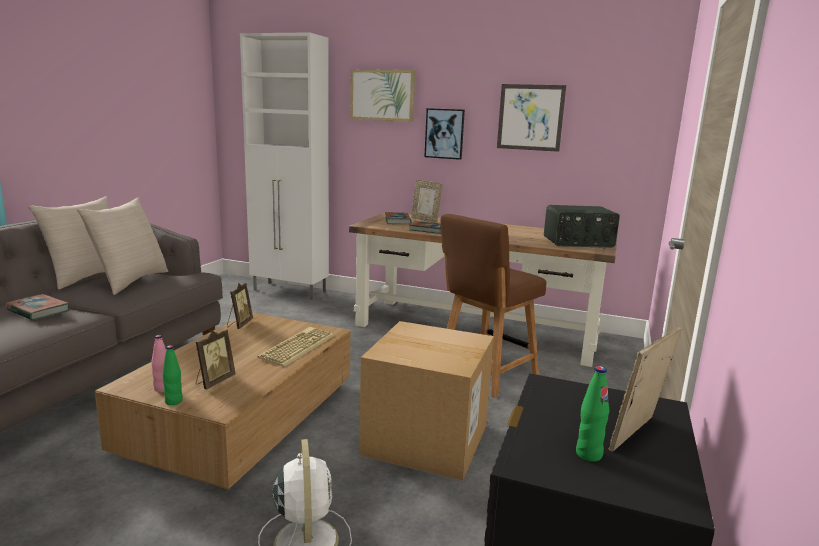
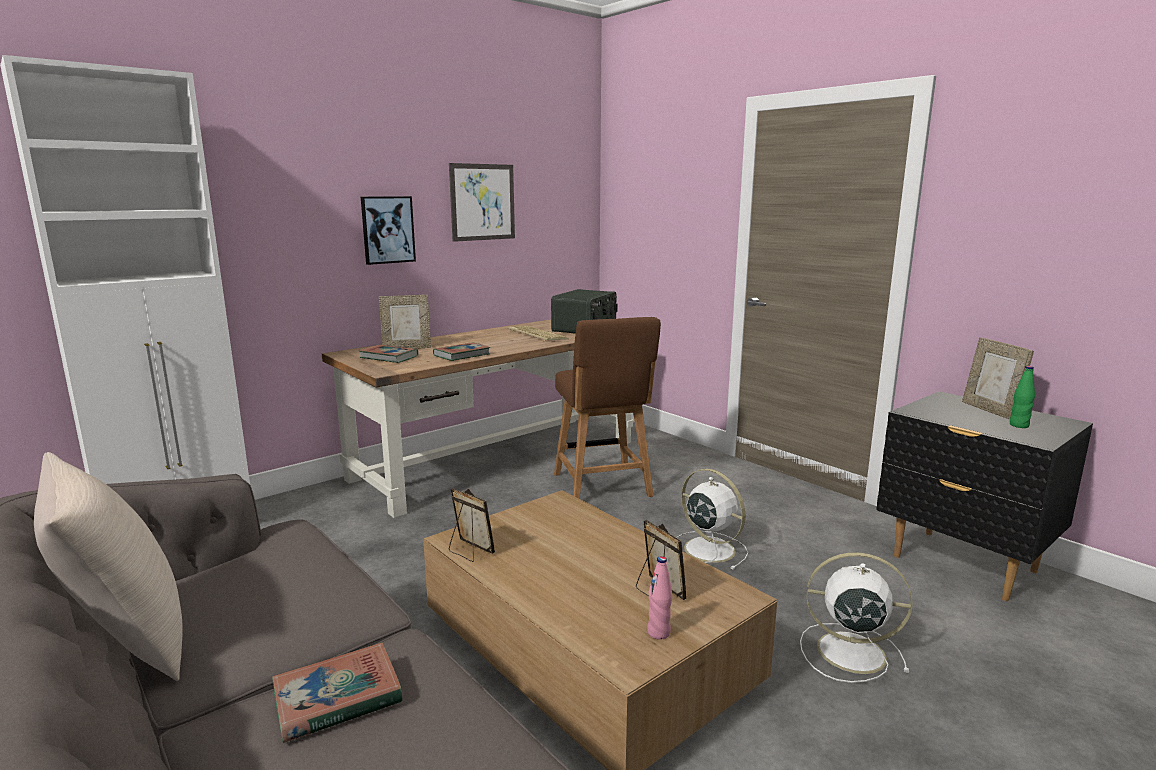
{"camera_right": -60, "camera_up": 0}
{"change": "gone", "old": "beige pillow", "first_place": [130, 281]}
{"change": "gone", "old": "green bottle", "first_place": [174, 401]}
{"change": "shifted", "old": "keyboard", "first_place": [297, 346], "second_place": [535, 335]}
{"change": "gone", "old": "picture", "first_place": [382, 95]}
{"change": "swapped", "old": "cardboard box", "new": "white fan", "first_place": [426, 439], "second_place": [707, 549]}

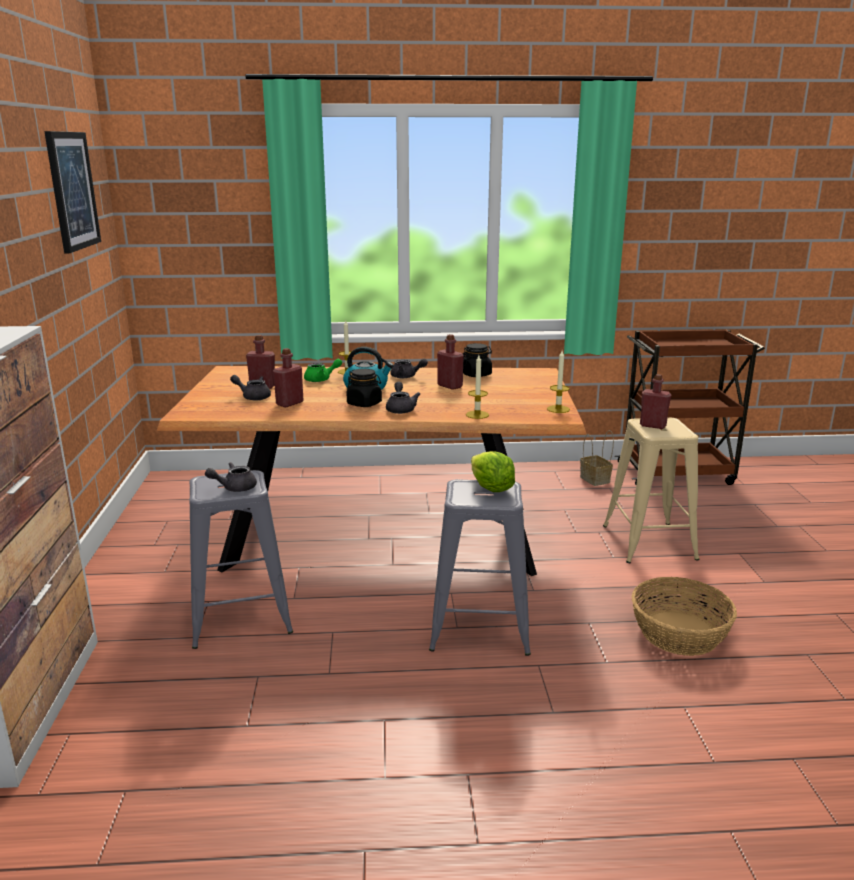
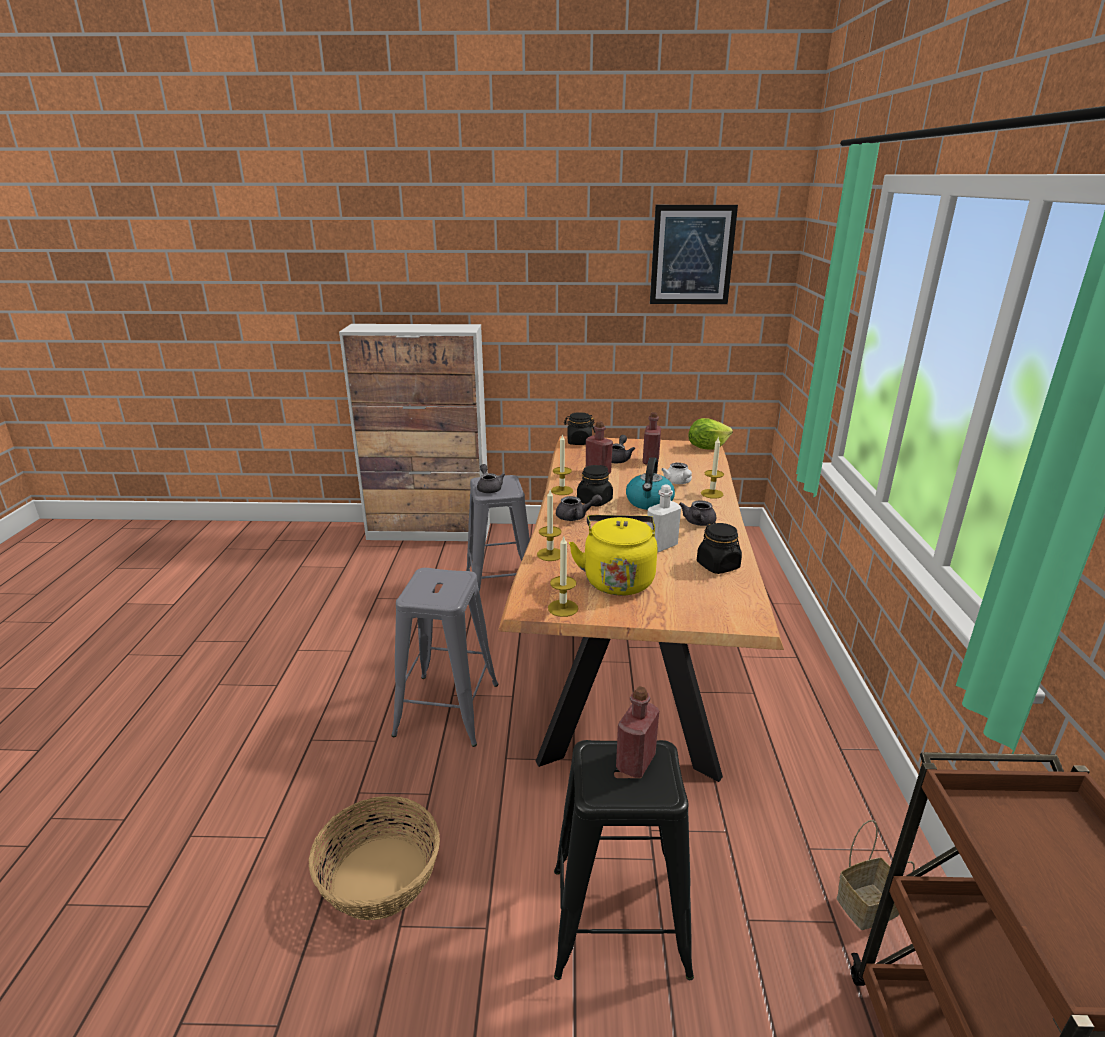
{"camera_right": 95, "camera_up": 5}
{"change": "repainted", "old": "green teapot", "new": "white teapot", "first_place": [321, 379], "second_place": [678, 482]}
{"change": "repainted", "old": "red bottle", "new": "white bottle", "first_place": [450, 386], "second_place": [661, 546]}
{"change": "shifted", "old": "lettuce", "first_place": [491, 489], "second_place": [707, 447]}
{"change": "repainted", "old": "beige stool", "new": "black stool", "first_place": [648, 542], "second_place": [620, 921]}
{"change": "new", "new": "candle", "second_place": [562, 490]}
{"change": "new", "new": "black jar", "second_place": [579, 442]}
{"change": "new", "new": "yellow kettle", "second_place": [617, 579]}

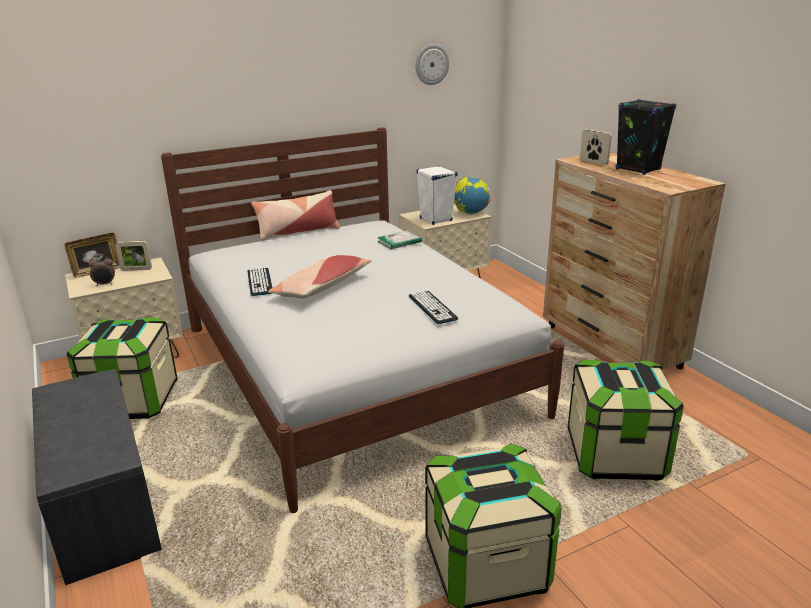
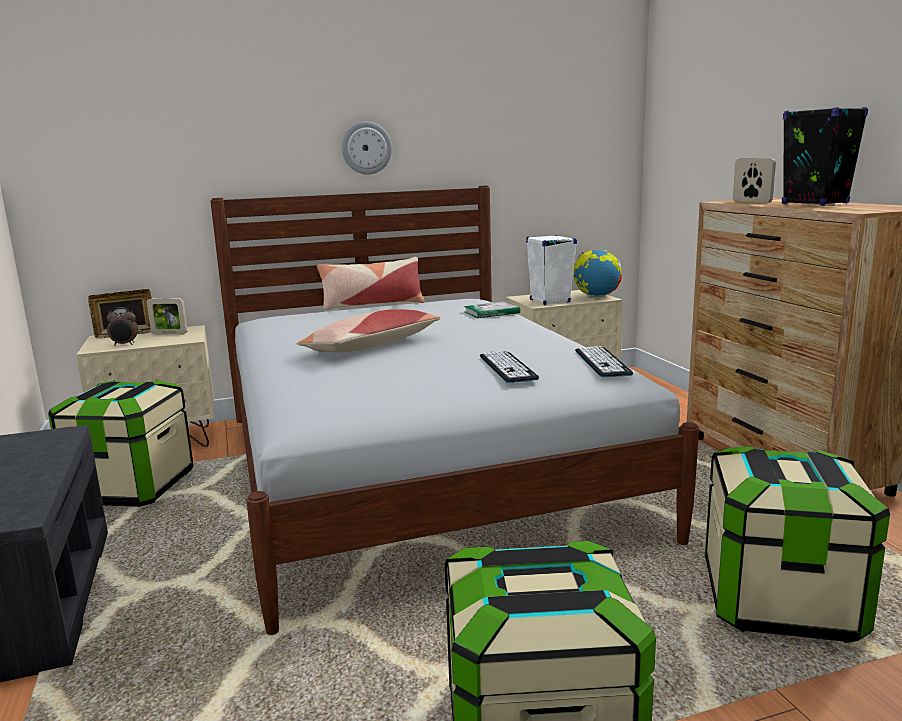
{"camera_right": 10, "camera_up": -10}
{"change": "shifted", "old": "keyboard", "first_place": [260, 282], "second_place": [602, 362]}
{"change": "shifted", "old": "wall clock", "first_place": [431, 64], "second_place": [366, 148]}

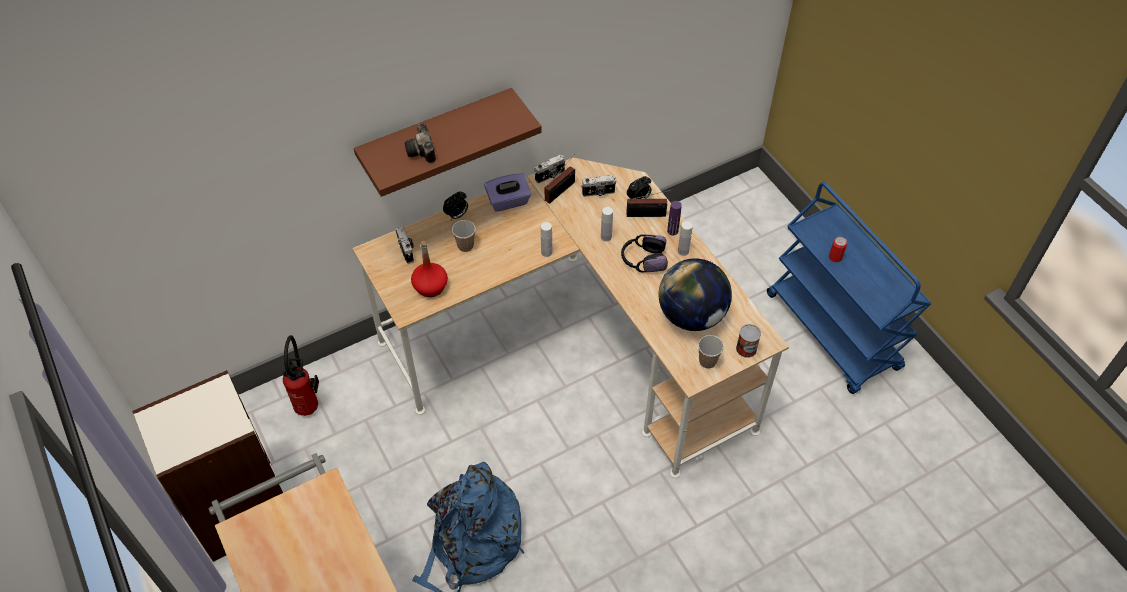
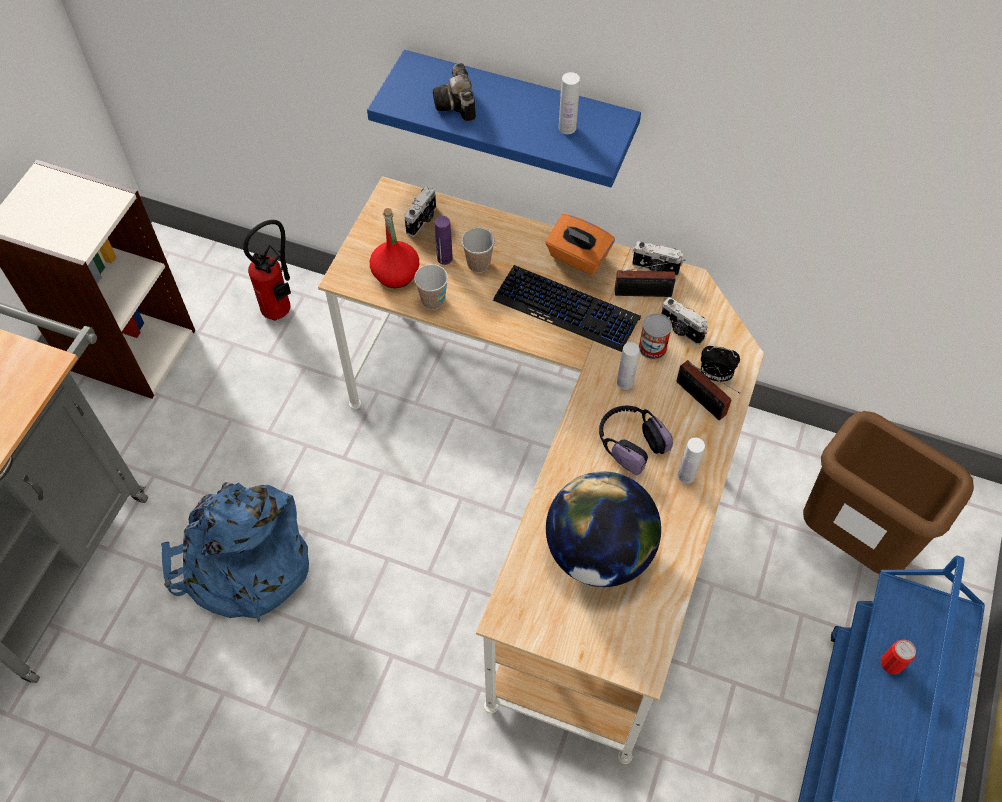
{"camera_right": 50, "camera_up": 5}
{"change": "repainted", "old": "brown shelf", "new": "blue shelf", "first_place": [437, 137], "second_place": [519, 110]}
{"change": "rotated", "old": "photo camera", "first_place": [422, 152], "second_place": [457, 105], "degrees": -45}
{"change": "gone", "old": "alarm clock", "first_place": [457, 215]}
{"change": "repainted", "old": "purple tissue box", "new": "orange tissue box", "first_place": [508, 201], "second_place": [577, 257]}
{"change": "shifted", "old": "white bottle", "first_place": [546, 252], "second_place": [567, 128]}
{"change": "shifted", "old": "purple bottle", "first_place": [672, 231], "second_place": [444, 258]}
{"change": "shifted", "old": "cup", "first_place": [707, 361], "second_place": [433, 301]}
{"change": "shifted", "old": "can", "first_place": [746, 349], "second_place": [652, 347]}
{"change": "new", "new": "keyboard", "second_place": [566, 309]}
{"change": "new", "new": "brown trash can", "second_place": [851, 542]}

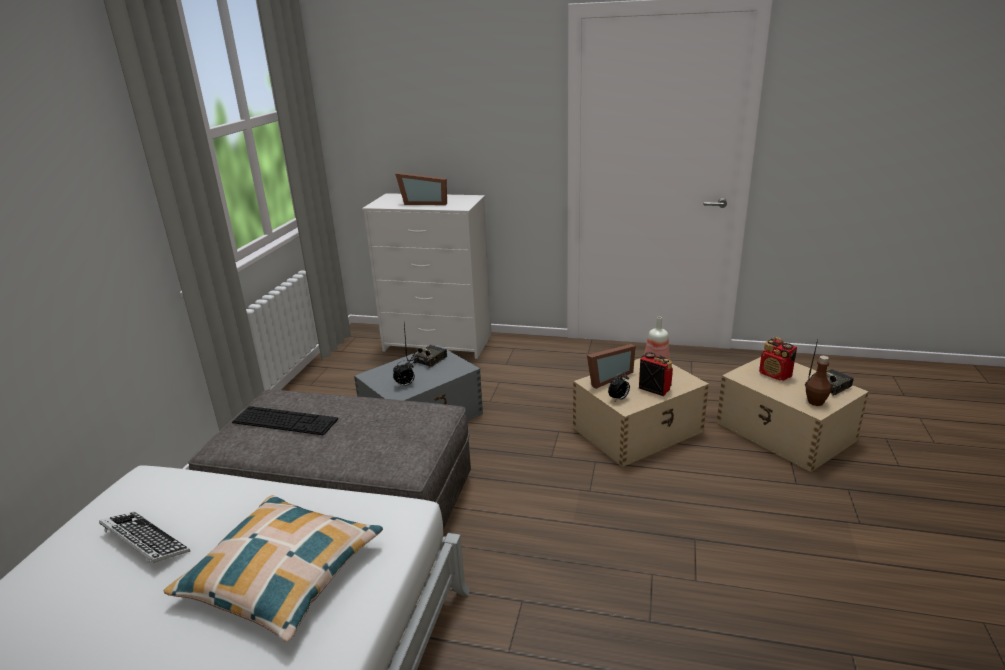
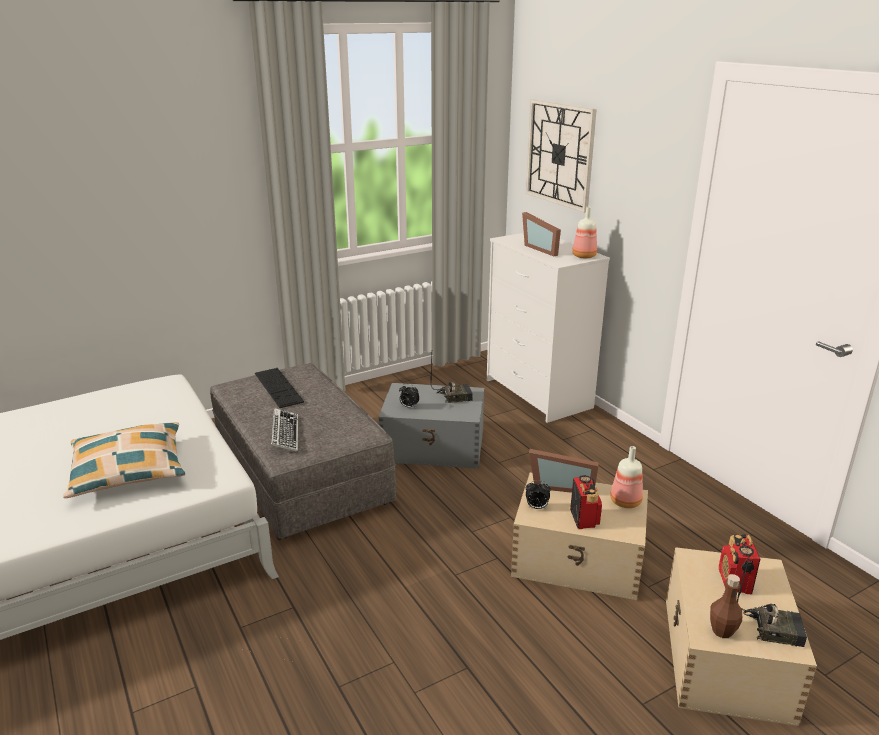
{"camera_right": 45, "camera_up": 0}
{"change": "shifted", "old": "keyboard", "first_place": [145, 542], "second_place": [285, 434]}
{"change": "new", "new": "wall clock", "second_place": [560, 154]}
{"change": "new", "new": "bottle", "second_place": [583, 256]}

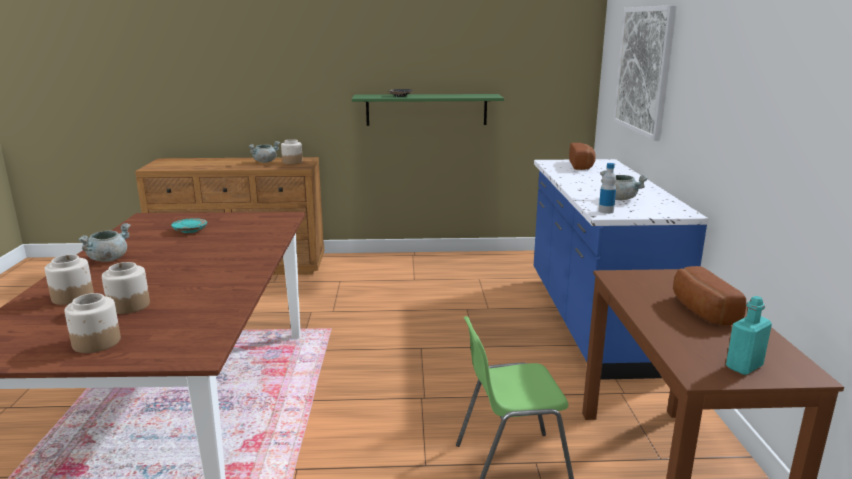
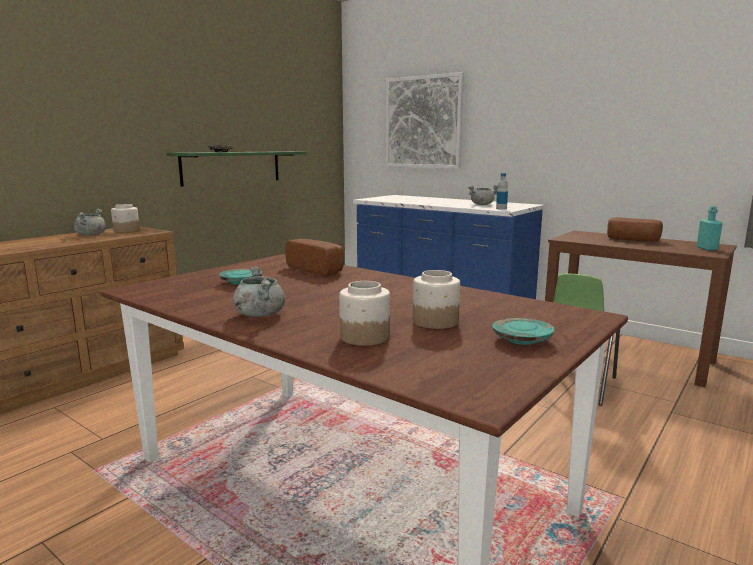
{"camera_right": -50, "camera_up": -5}
{"change": "swapped", "old": "jar", "new": "turquoise plate", "first_place": [96, 342], "second_place": [521, 340]}
{"change": "shifted", "old": "bread", "first_place": [582, 165], "second_place": [318, 269]}

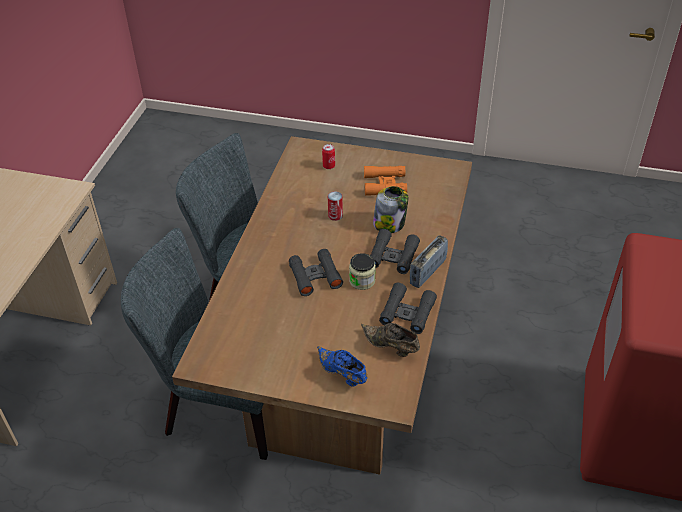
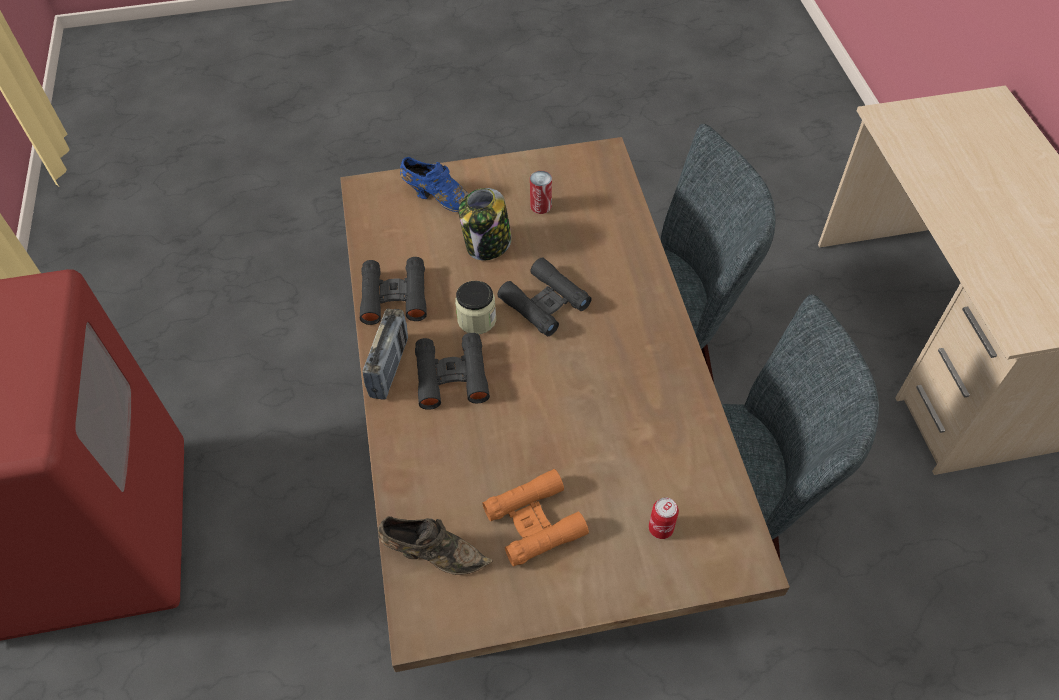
{"camera_right": 155, "camera_up": 10}
{"change": "shifted", "old": "can", "first_place": [335, 215], "second_place": [541, 206]}
{"change": "shifted", "old": "brown shoe", "first_place": [391, 347], "second_place": [433, 554]}
{"change": "shifted", "old": "jar", "first_place": [389, 224], "second_place": [487, 244]}

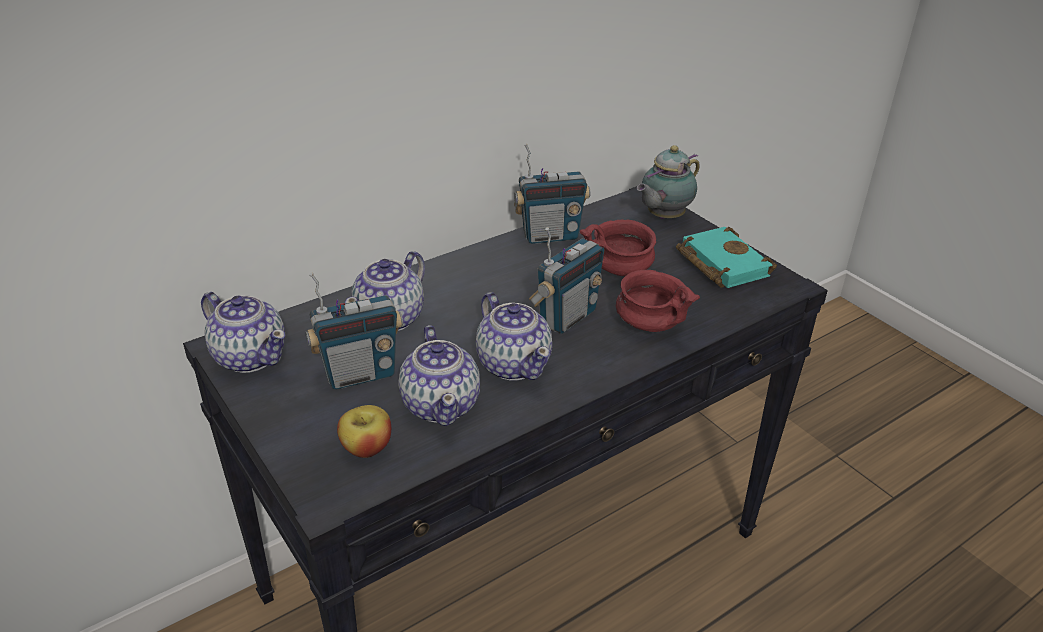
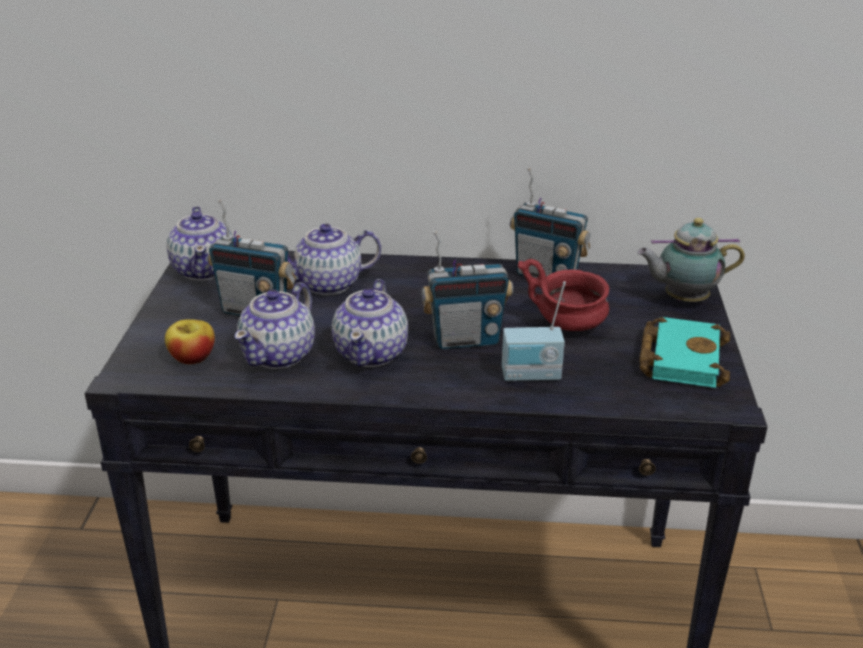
{"camera_right": 40, "camera_up": -5}
{"change": "swapped", "old": "red bowl", "new": "radio", "first_place": [651, 324], "second_place": [531, 376]}

